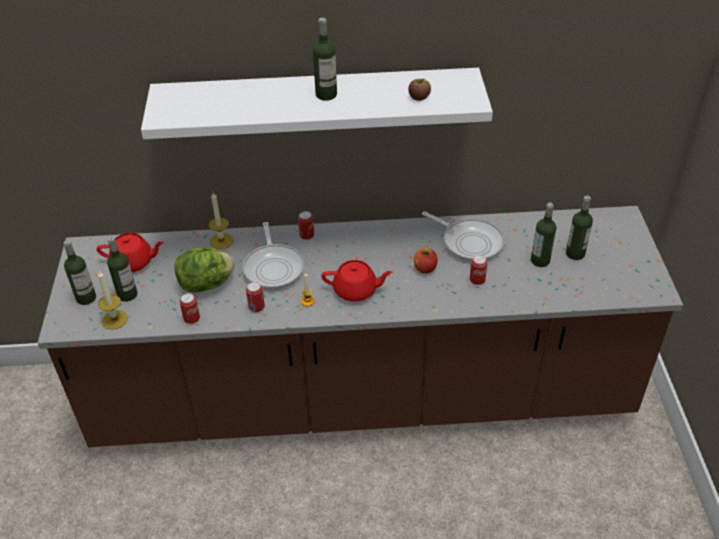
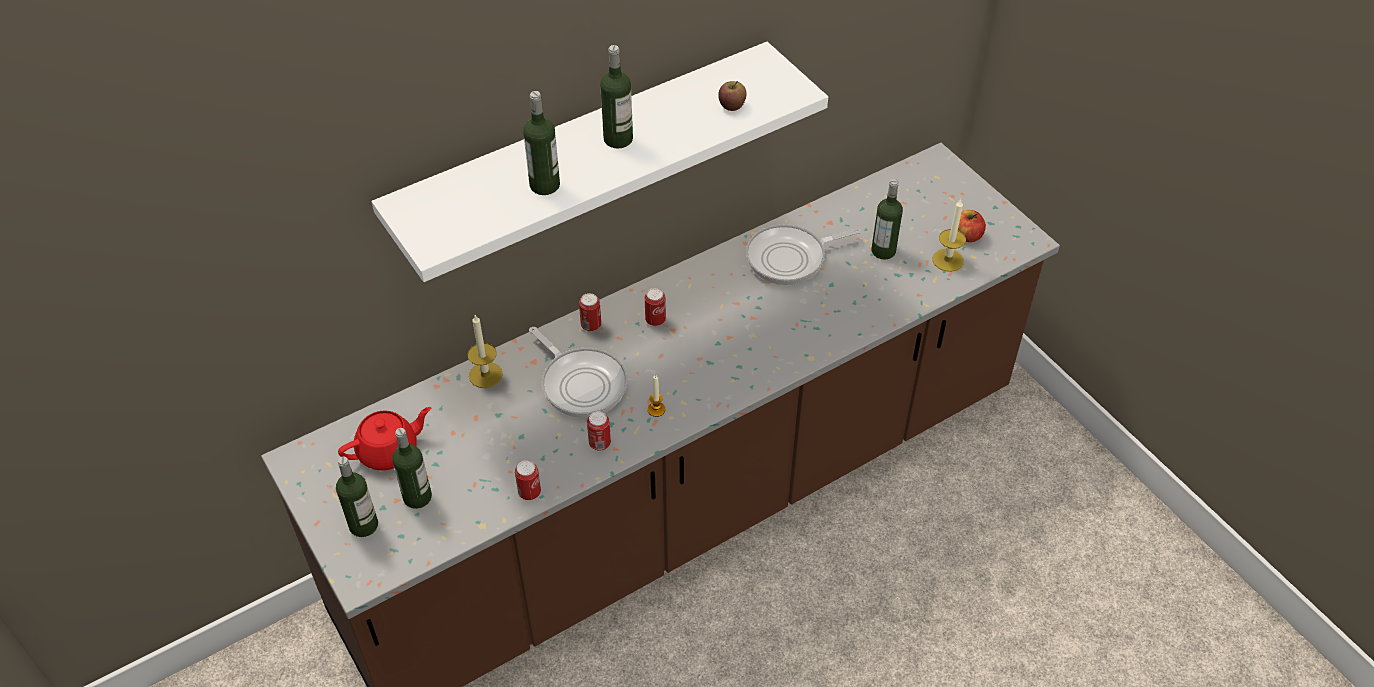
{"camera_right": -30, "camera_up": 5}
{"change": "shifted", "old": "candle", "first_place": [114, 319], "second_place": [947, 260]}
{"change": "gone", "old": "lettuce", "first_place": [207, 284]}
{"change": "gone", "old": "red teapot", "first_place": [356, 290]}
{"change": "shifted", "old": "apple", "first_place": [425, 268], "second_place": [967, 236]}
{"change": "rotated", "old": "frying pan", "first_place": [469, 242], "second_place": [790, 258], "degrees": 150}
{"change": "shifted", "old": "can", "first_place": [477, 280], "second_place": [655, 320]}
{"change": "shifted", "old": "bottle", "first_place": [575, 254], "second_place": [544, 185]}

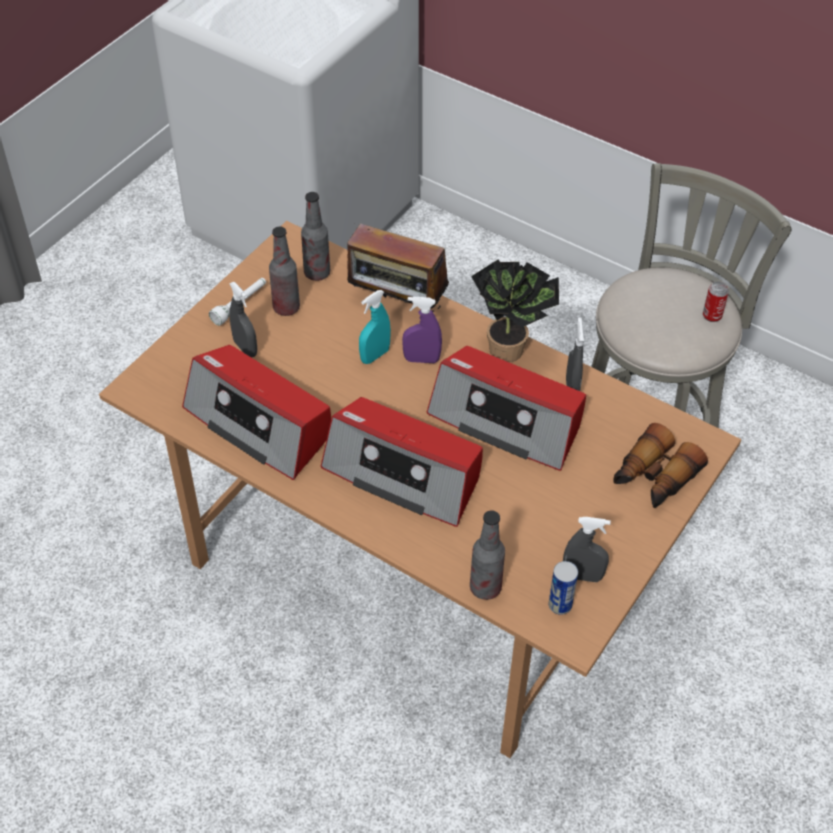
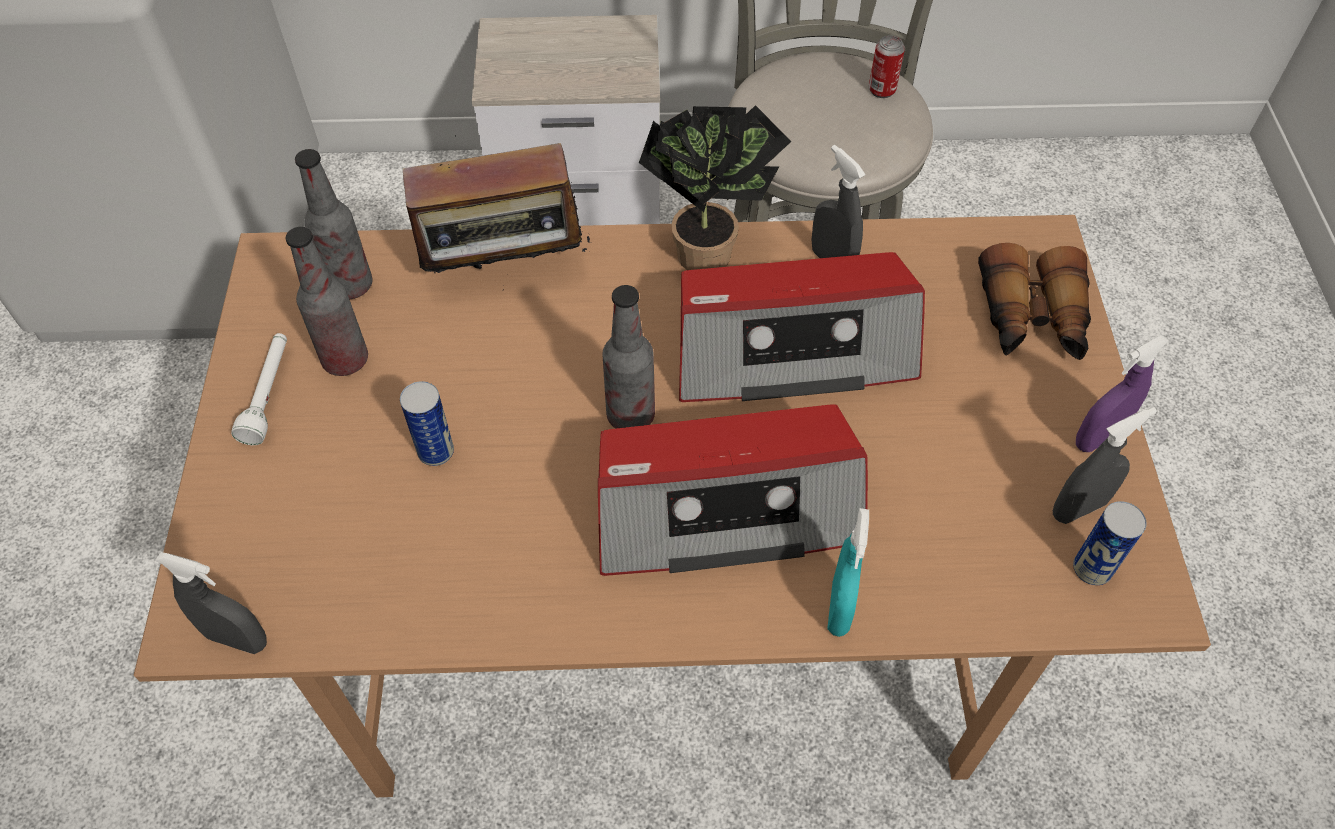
{"camera_right": -35, "camera_up": 5}
{"change": "gone", "old": "radio", "first_place": [260, 423]}
{"change": "shifted", "old": "grey spray bottle", "first_place": [245, 348], "second_place": [237, 639]}
{"change": "shifted", "old": "turquoise spray bottle", "first_place": [375, 355], "second_place": [839, 608]}
{"change": "shifted", "old": "purple spray bottle", "first_place": [421, 359], "second_place": [1098, 437]}
{"change": "shifted", "old": "bottle", "first_place": [485, 587], "second_place": [630, 415]}
{"change": "new", "new": "can", "second_place": [436, 451]}
{"change": "new", "new": "nightstand", "second_place": [582, 194]}

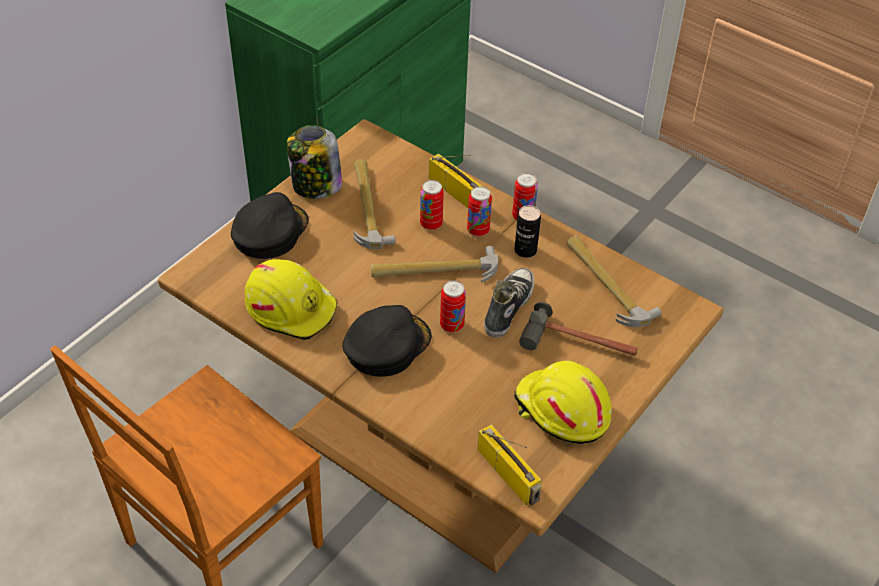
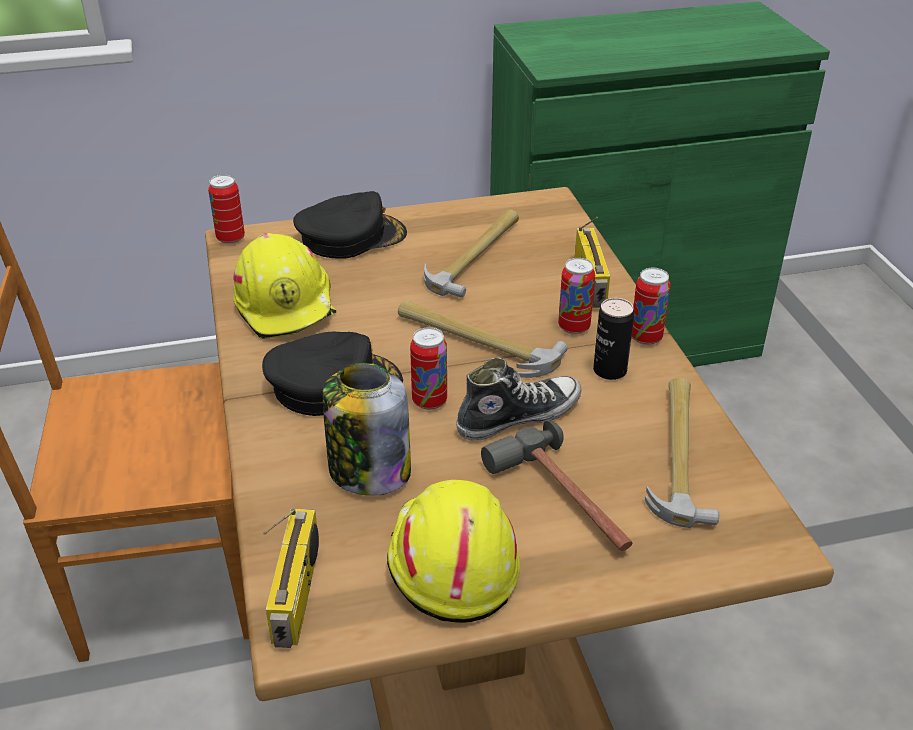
{"camera_right": 40, "camera_up": -10}
{"change": "shifted", "old": "jar", "first_place": [316, 186], "second_place": [368, 470]}
{"change": "shifted", "old": "can", "first_place": [431, 224], "second_place": [230, 238]}

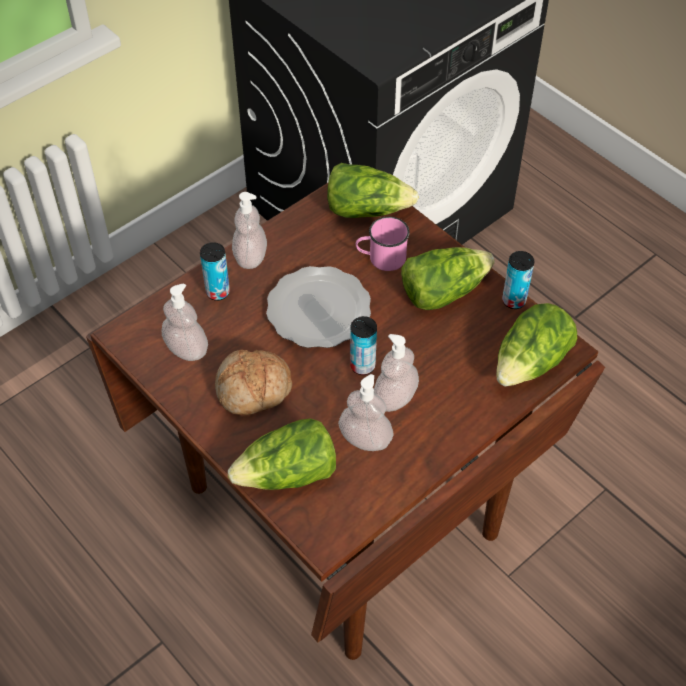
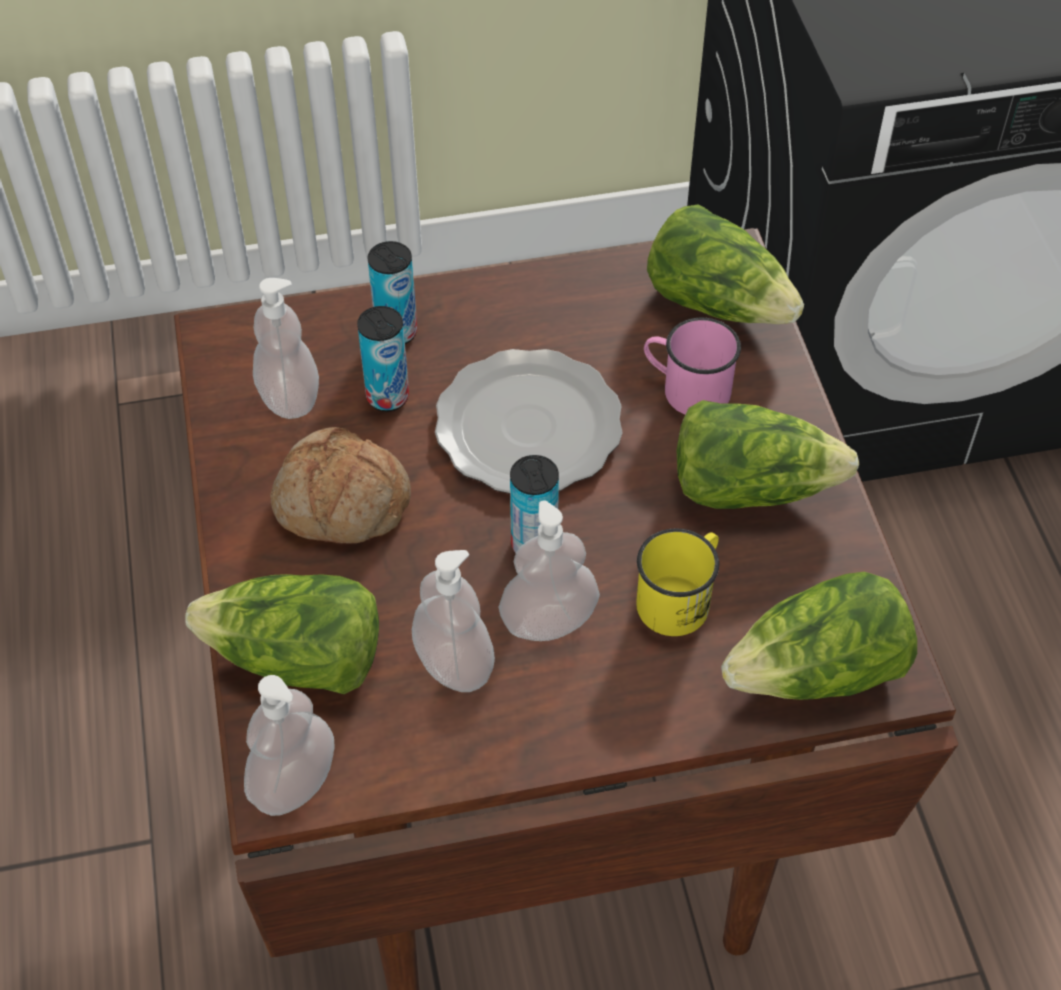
{"camera_right": 30, "camera_up": 0}
{"change": "shifted", "old": "soap dispenser", "first_place": [250, 257], "second_place": [294, 782]}
{"change": "shifted", "old": "can", "first_place": [514, 301], "second_place": [387, 397]}
{"change": "new", "new": "yellow mug", "second_place": [680, 598]}

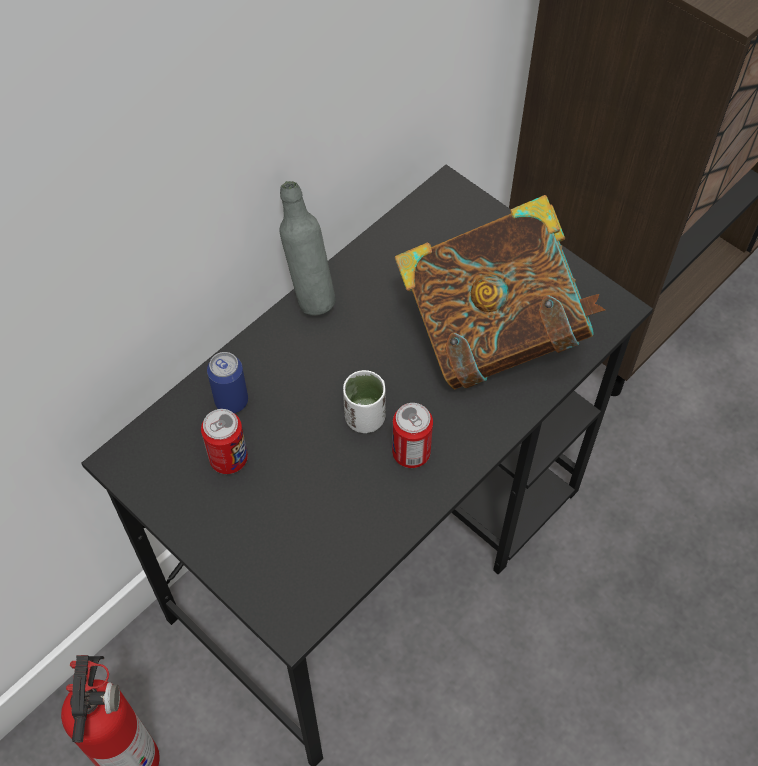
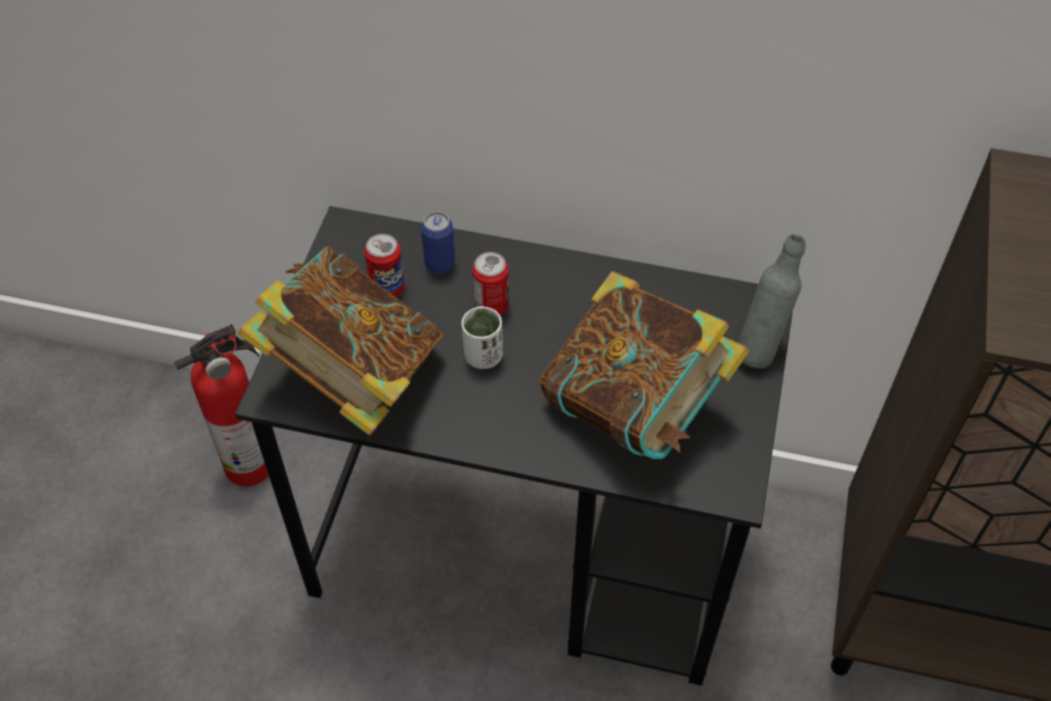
{"camera_right": 60, "camera_up": -5}
{"change": "shifted", "old": "grey bottle", "first_place": [309, 295], "second_place": [760, 348]}
{"change": "shifted", "old": "can", "first_place": [411, 453], "second_place": [491, 306]}
{"change": "new", "new": "book", "second_place": [352, 375]}

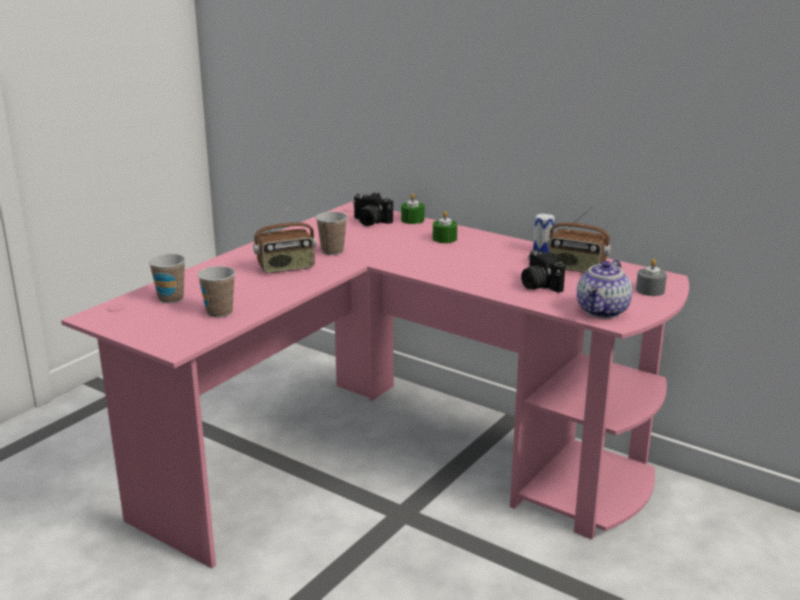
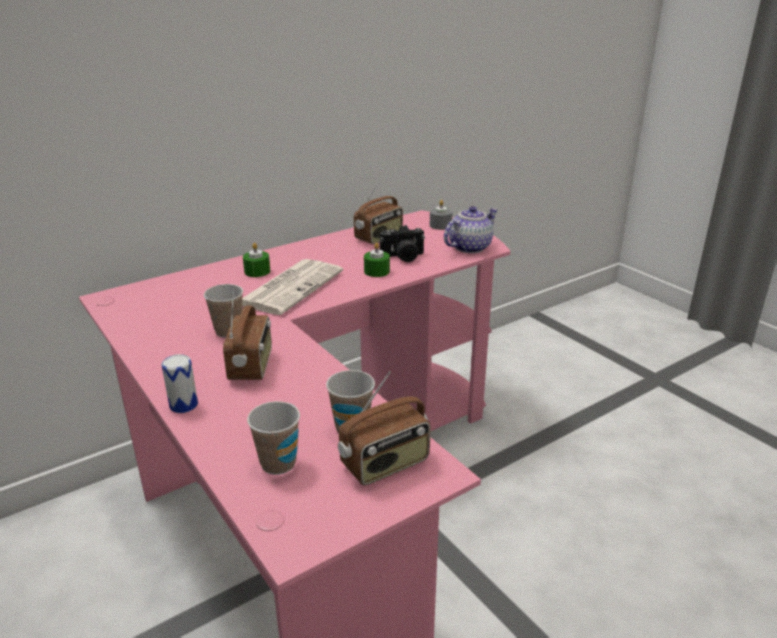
{"camera_right": -70, "camera_up": 5}
{"change": "gone", "old": "photo camera", "first_place": [370, 222]}
{"change": "shifted", "old": "green candle", "first_place": [412, 220], "second_place": [376, 271]}
{"change": "shifted", "old": "can", "first_place": [542, 251], "second_place": [183, 405]}
{"change": "rotated", "old": "teapot", "first_place": [603, 311], "second_place": [469, 247], "degrees": -90}
{"change": "new", "new": "newspaper", "second_place": [291, 287]}
{"change": "new", "new": "radio", "second_place": [385, 465]}

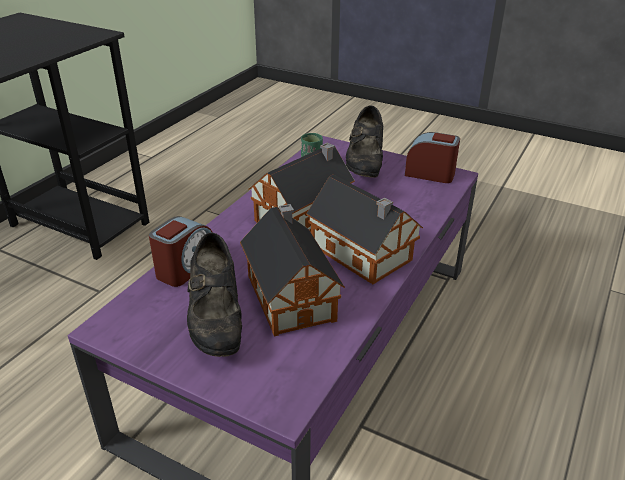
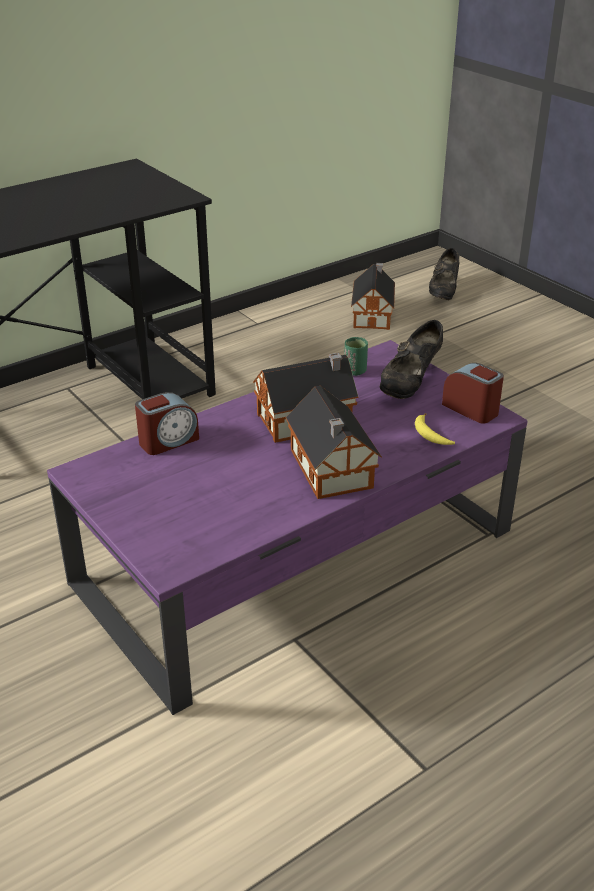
{"camera_right": 25, "camera_up": 0}
{"change": "shifted", "old": "black shoe", "first_place": [216, 321], "second_place": [443, 292]}
{"change": "shifted", "old": "toy house", "first_place": [290, 294], "second_place": [373, 315]}
{"change": "new", "new": "banana", "second_place": [431, 435]}

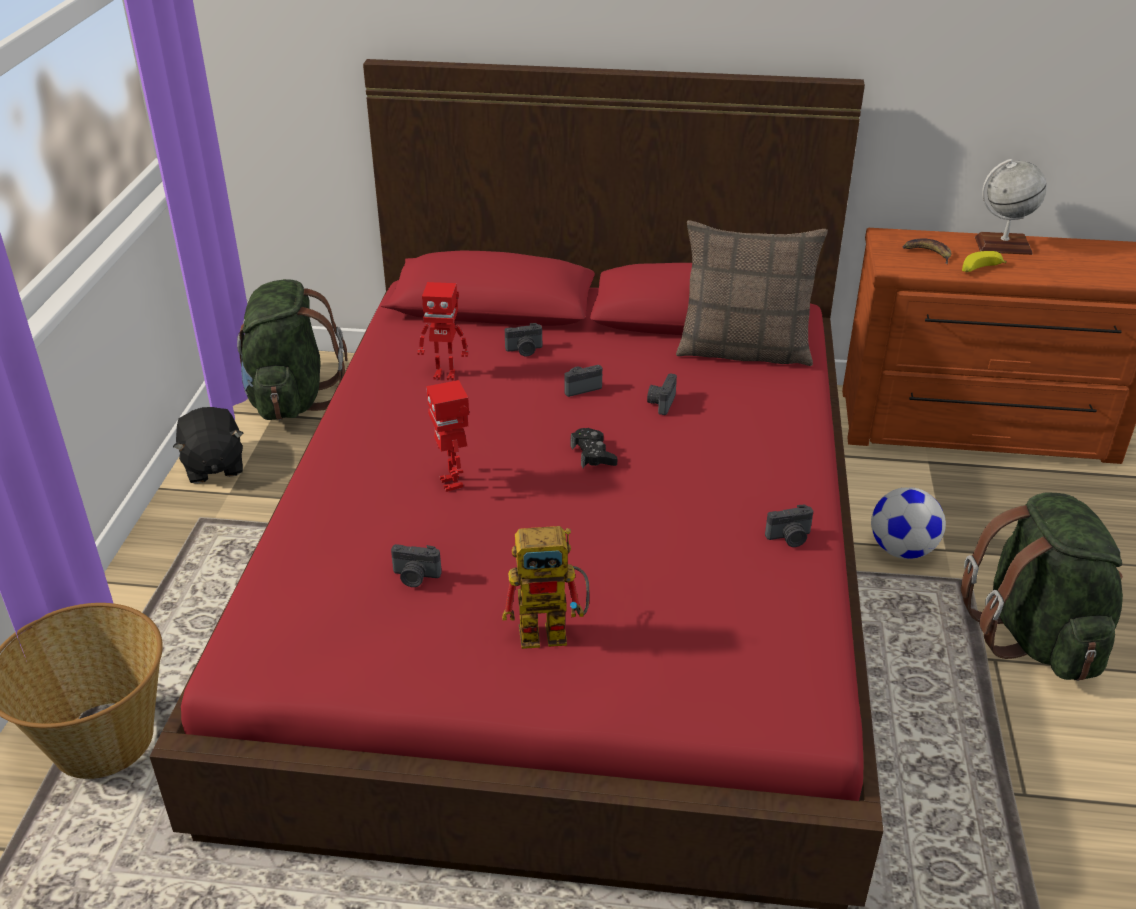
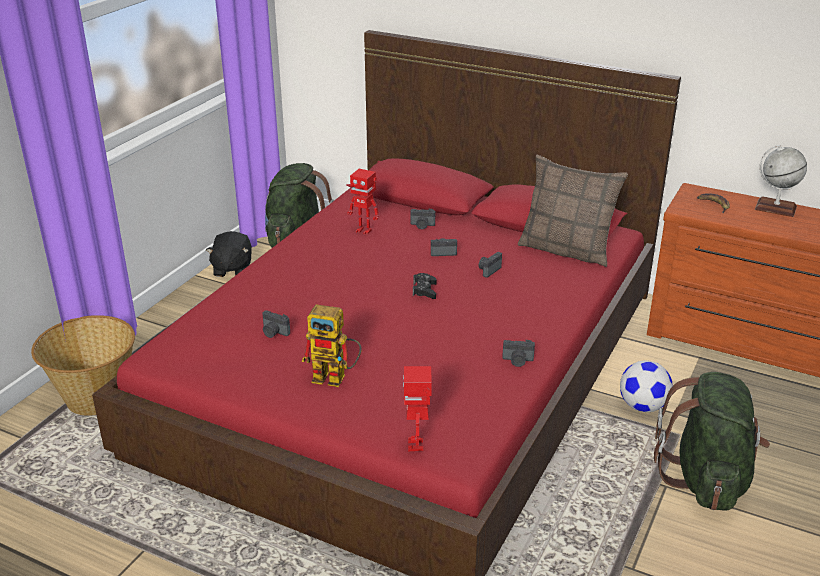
{"camera_right": 20, "camera_up": -5}
{"change": "shifted", "old": "toy robot", "first_place": [453, 483], "second_place": [416, 445]}
{"change": "gone", "old": "banana", "first_place": [979, 270]}

